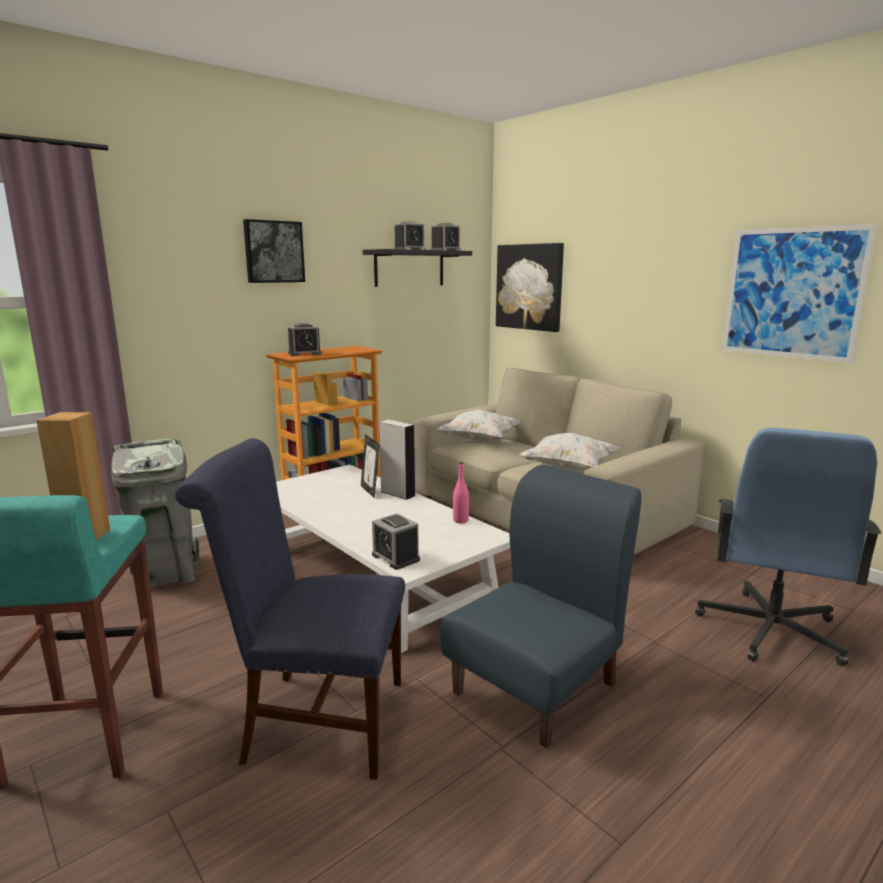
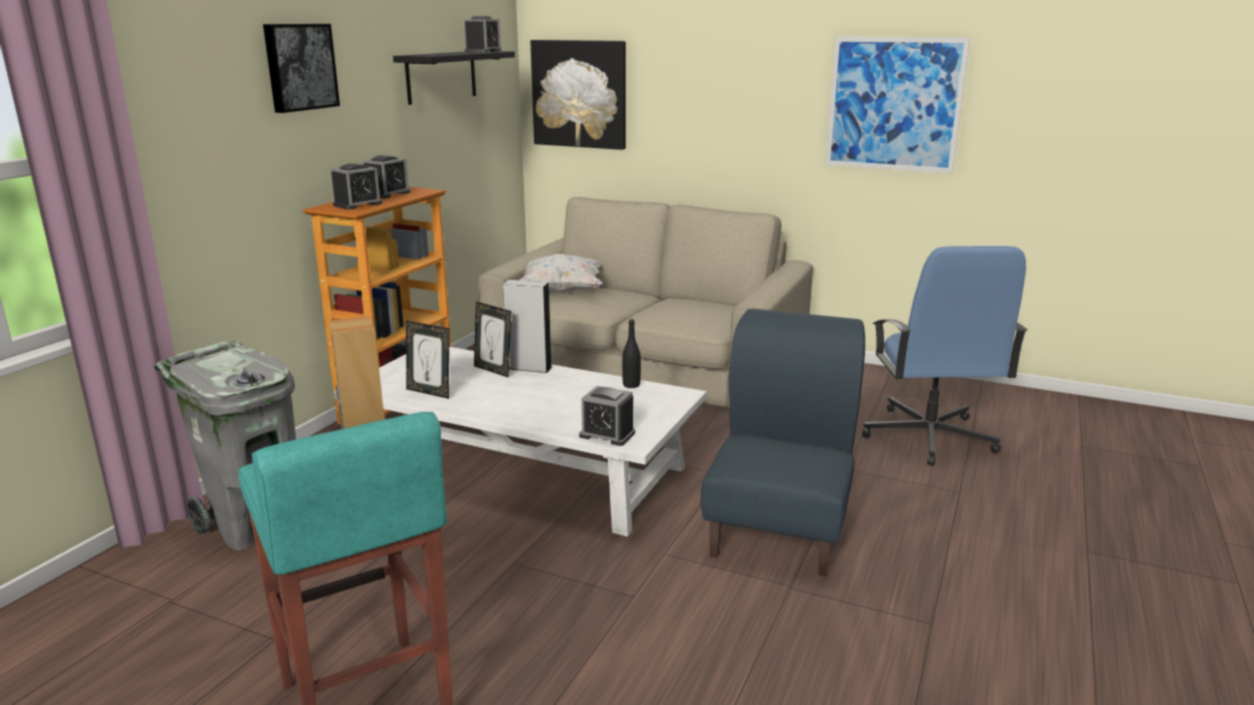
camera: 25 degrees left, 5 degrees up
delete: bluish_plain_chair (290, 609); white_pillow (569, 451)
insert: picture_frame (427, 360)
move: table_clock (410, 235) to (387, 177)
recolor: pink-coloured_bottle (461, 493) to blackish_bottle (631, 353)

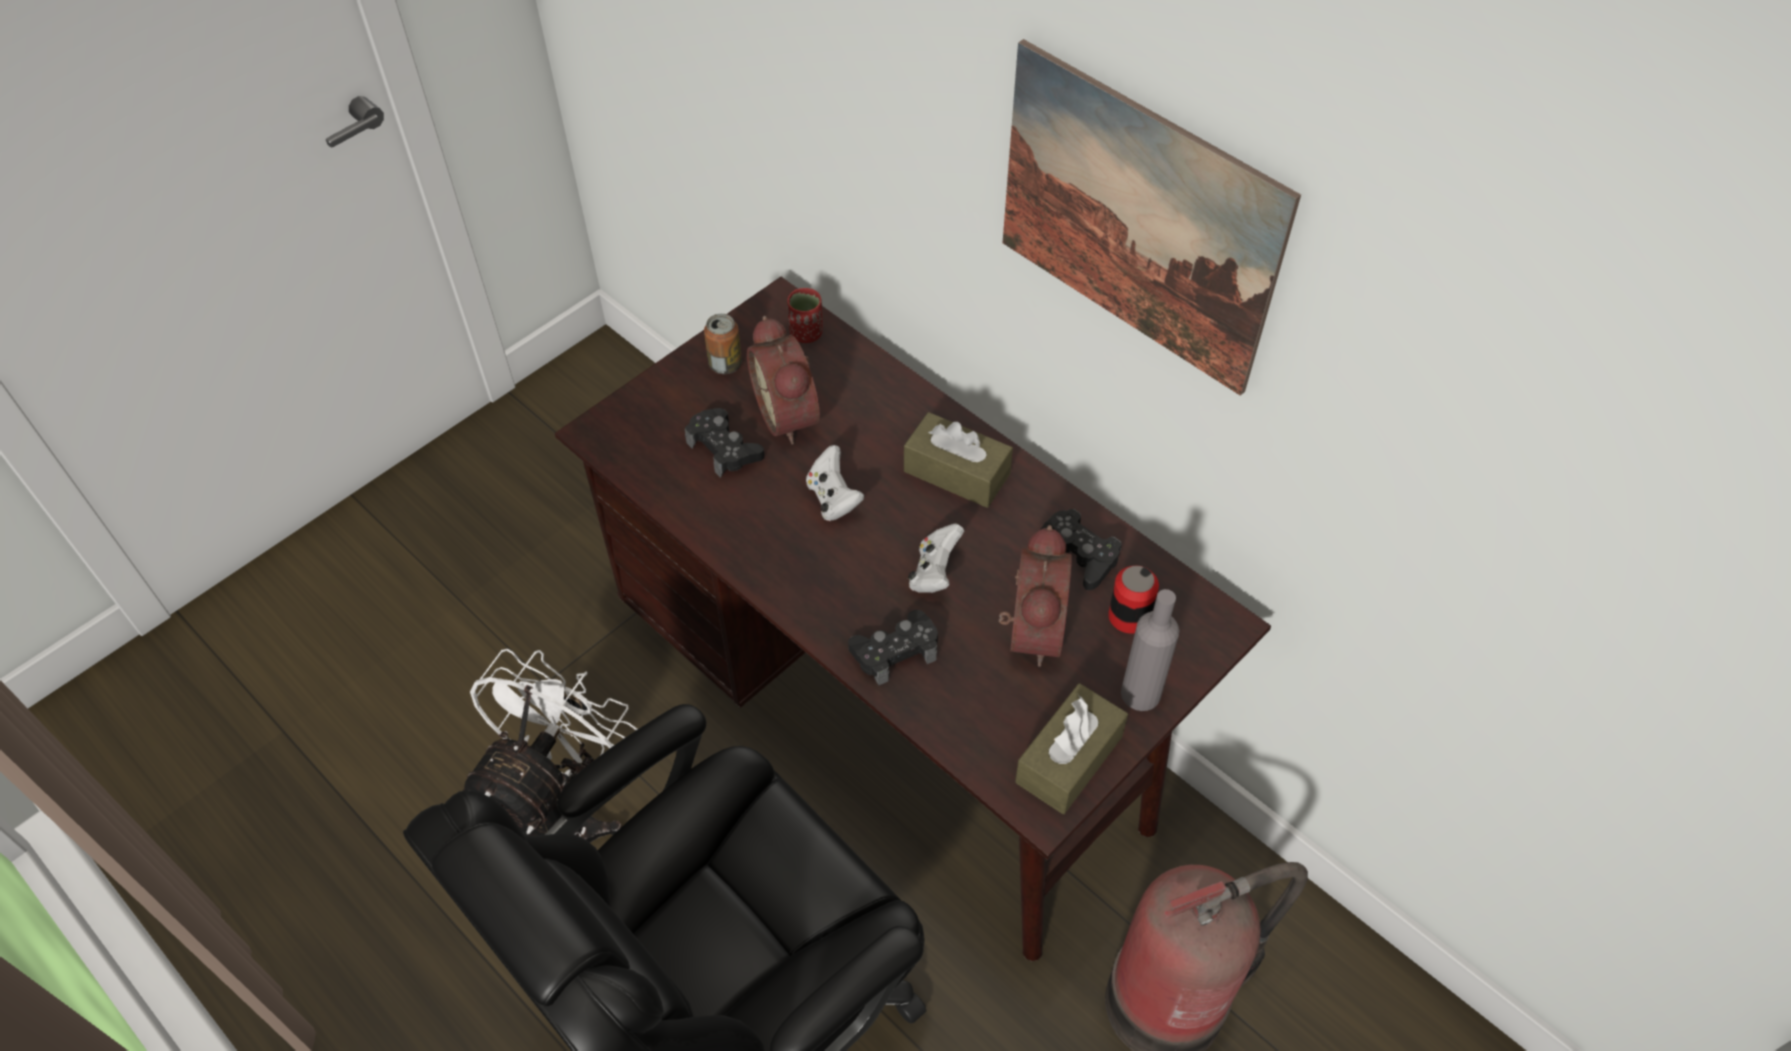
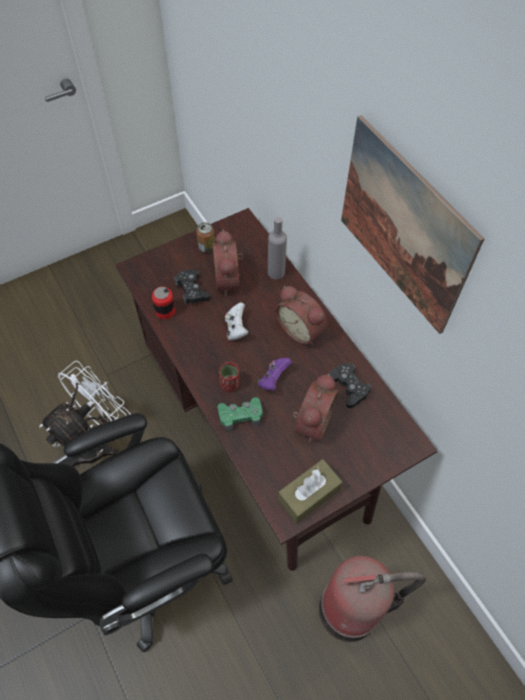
camera: 15 degrees right, 5 degrees up
move: sealed_can (1133, 600) to (163, 303); red-coloured_small_cup (805, 315) to (229, 377); gray_bottle (1150, 650) to (277, 248)
replace: brown-coloured_tissue_box (958, 460) to table_clock (301, 315)
recolor: blackish_joypad (893, 647) to greenish_joypad (240, 414); white_joypad (936, 558) to purple_joypad (274, 374)

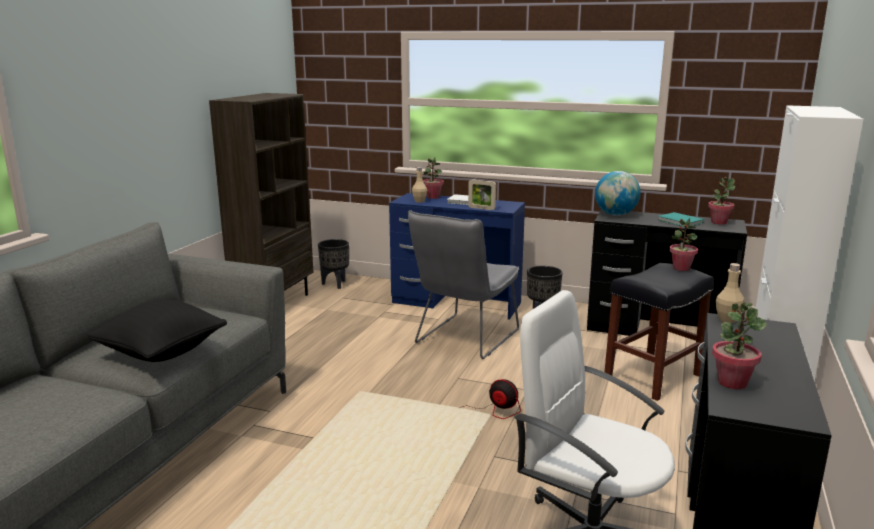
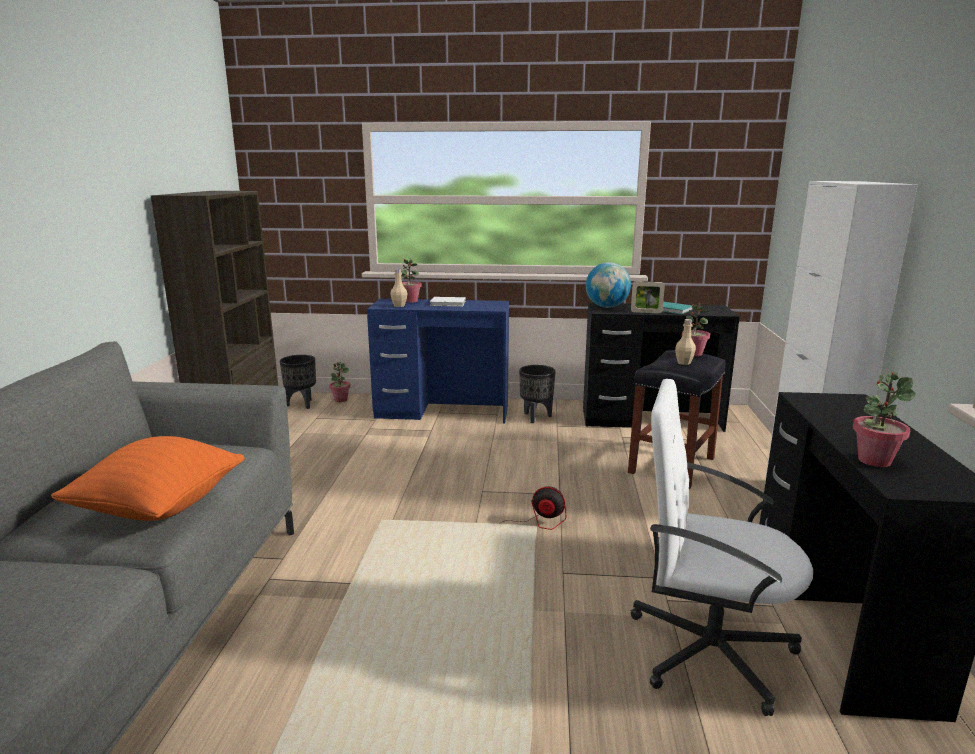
camera: 15 degrees left, 0 degrees up
delete: gray_plain_chair (463, 284)
move: plant_in_a_pot (721, 201) to (340, 382); picture_frame (482, 194) to (648, 297); beige-coloured_bottle (730, 293) to (685, 342)
recolor: blackish_pillow (157, 330) to orangey_pillow (148, 478)

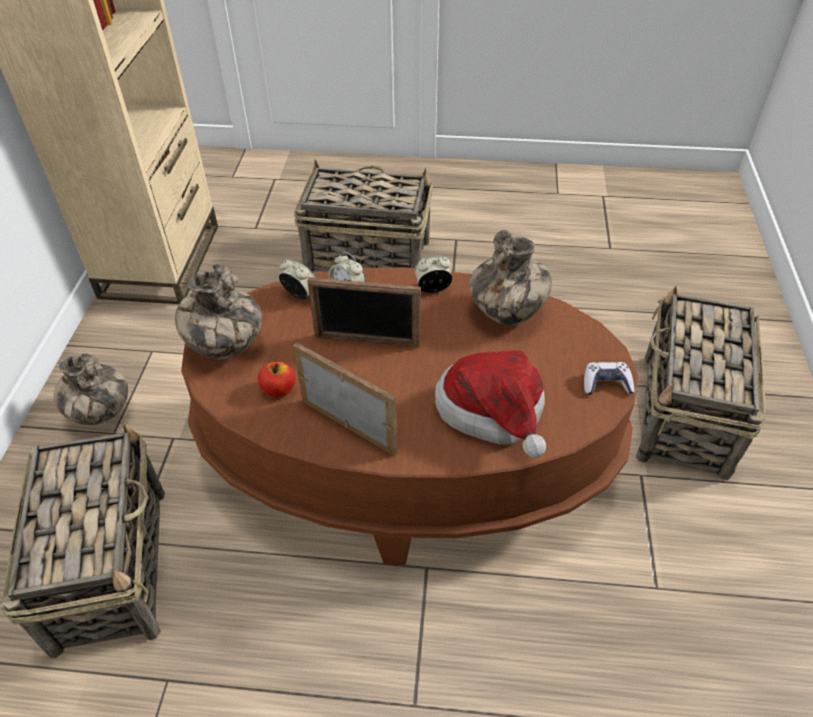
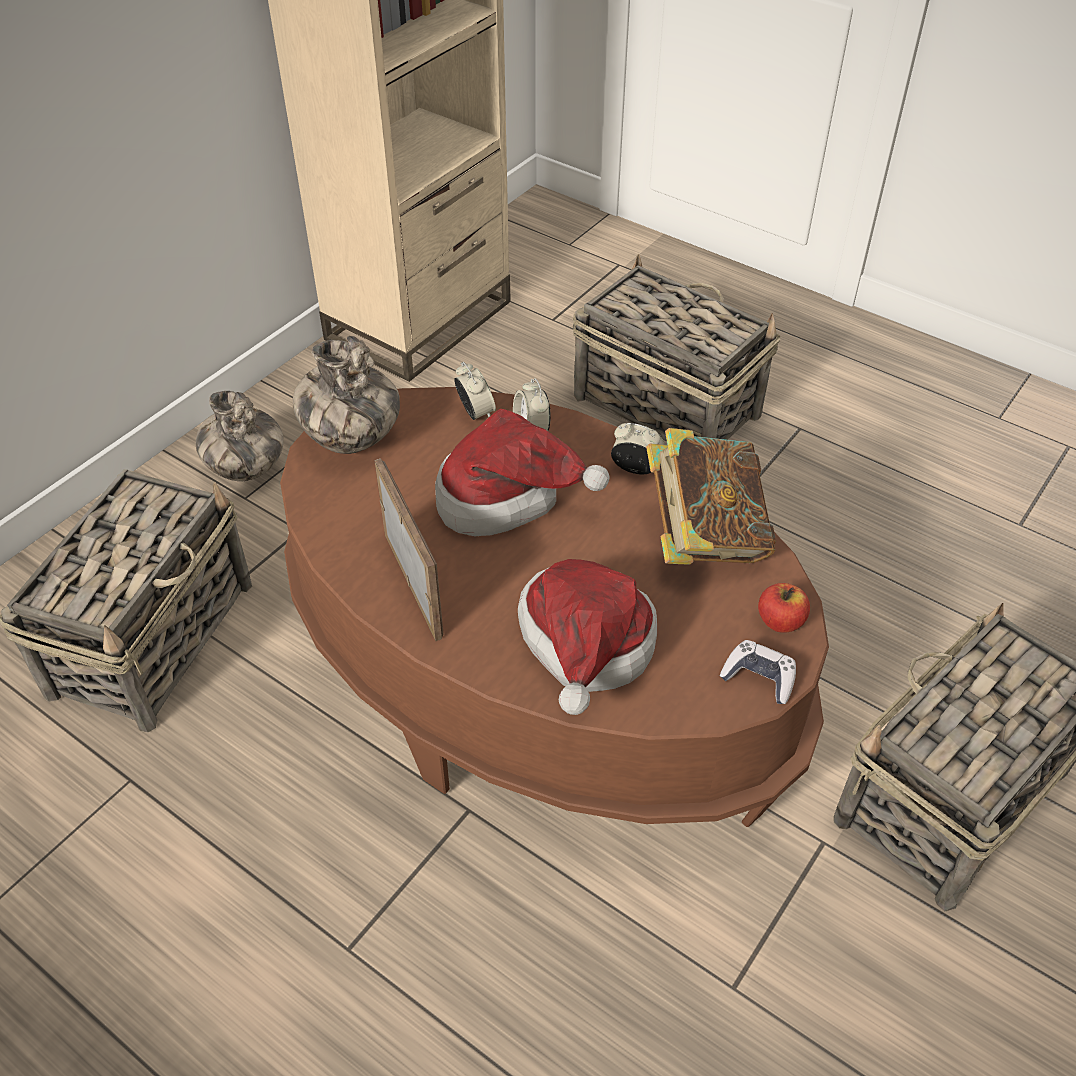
camera: 30 degrees right, 0 degrees up
move: whole_apple (276, 380) to (784, 608)
replace: picture_frame (364, 312) to clothing_hat (522, 473); decorative_vase (510, 277) to book (711, 496)

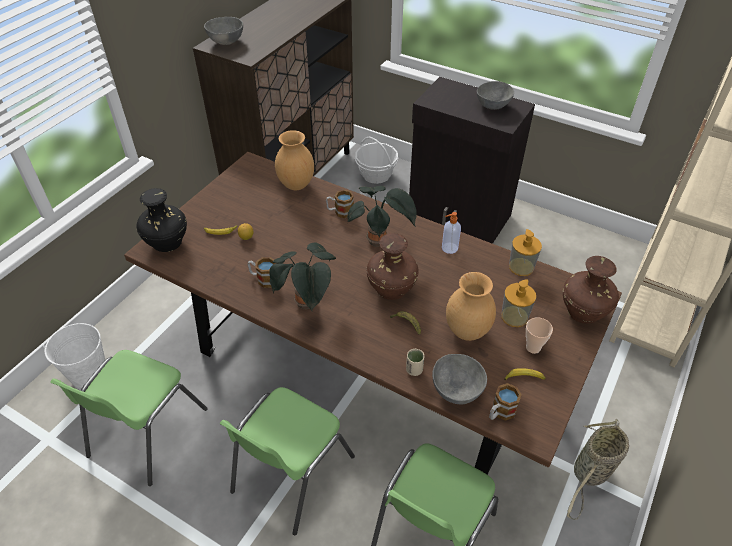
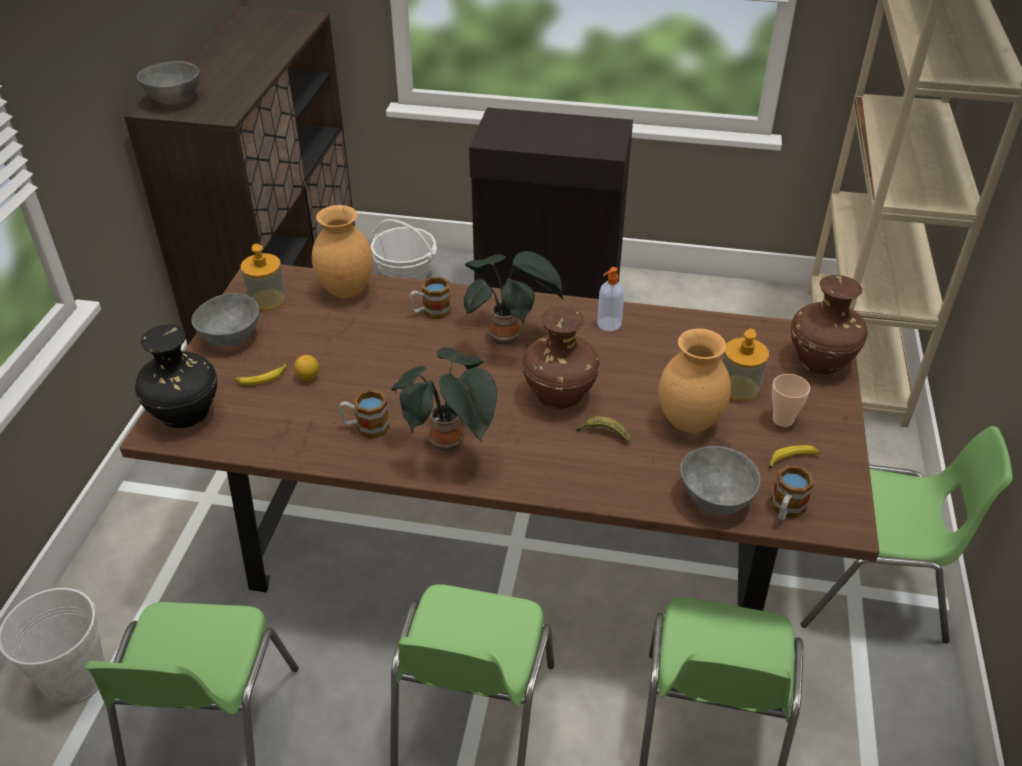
camera: 20 degrees left, 5 degrees down
delete: beige-coloured_small_cup (415, 362)
move: gray_serving_bowl (495, 95) to (225, 319); soap_dispenser (525, 252) to (263, 277)
replace: household_basket (598, 469) to greenish_plain_chair (907, 535)

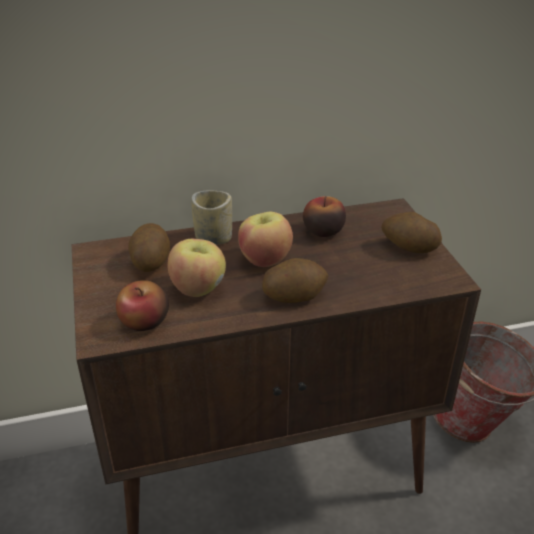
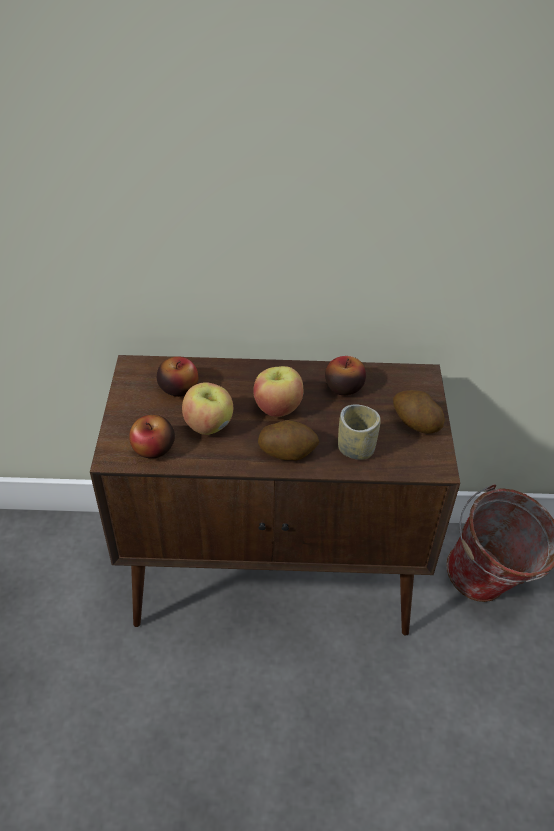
camera: 15 degrees right, 10 degrees up
move: small_cup (211, 217) to (359, 432)
replace: spud (149, 247) to whole_apple (177, 376)

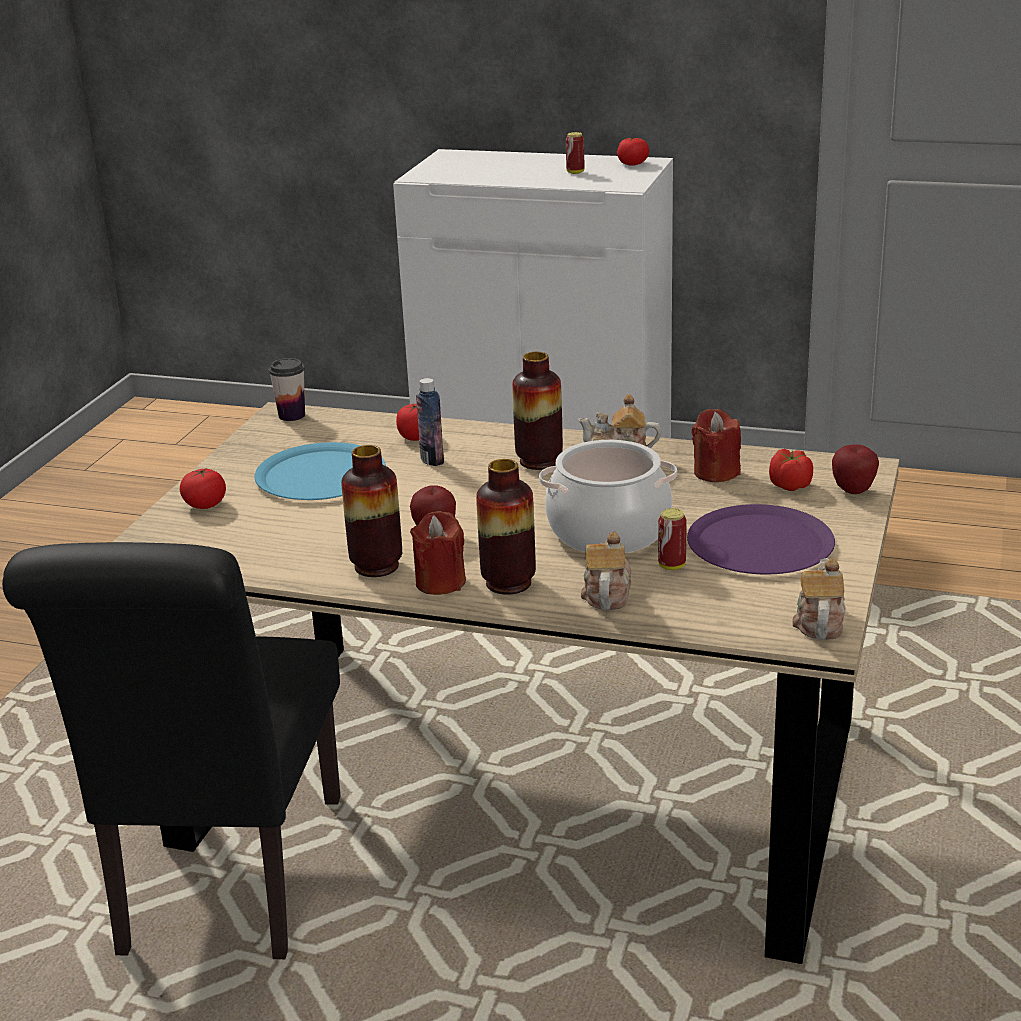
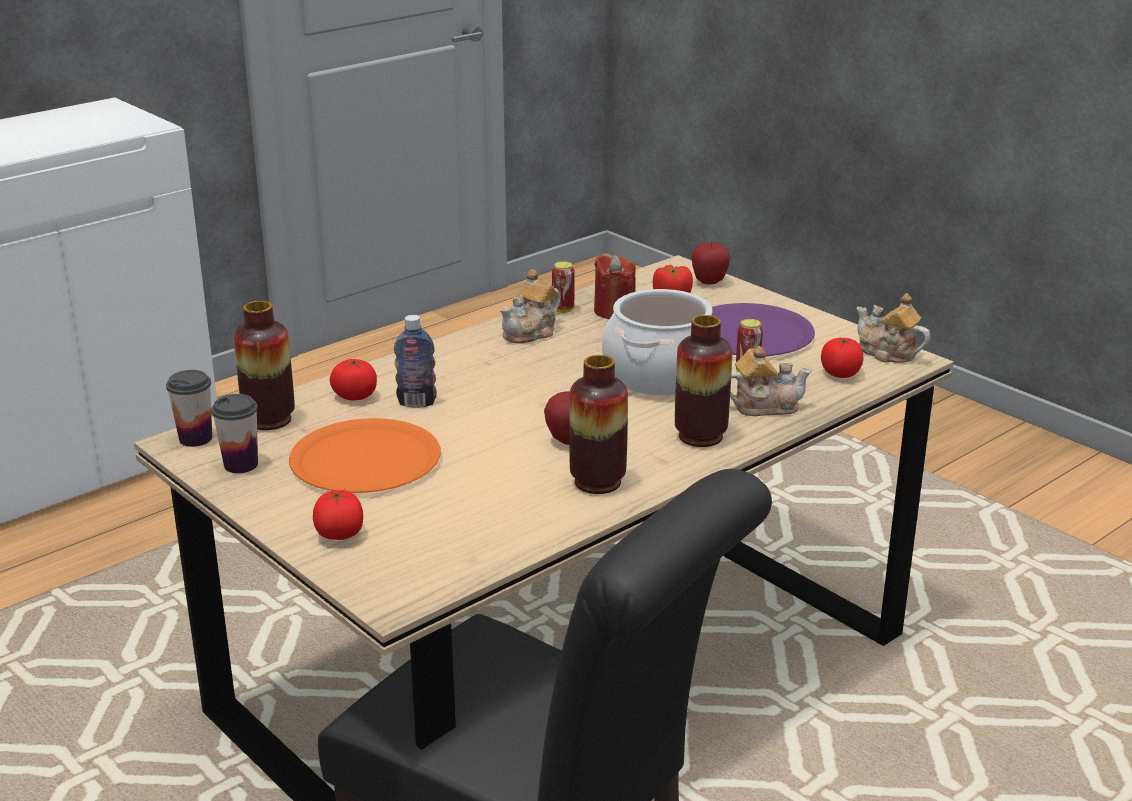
camera: 60 degrees left, 0 degrees up
delete: red-coloured_wax_light (438, 553)
insert: small_cup (234, 433)
move: decorative_vase (537, 411) to (264, 365); sealed_can (575, 153) to (563, 287); tomato (633, 151) to (842, 358)
recolor: bluish_plate (320, 471) to orangey_plate (365, 455)
rotate: teapot (606, 571) = (771, 381) 135 degrees clockwise

